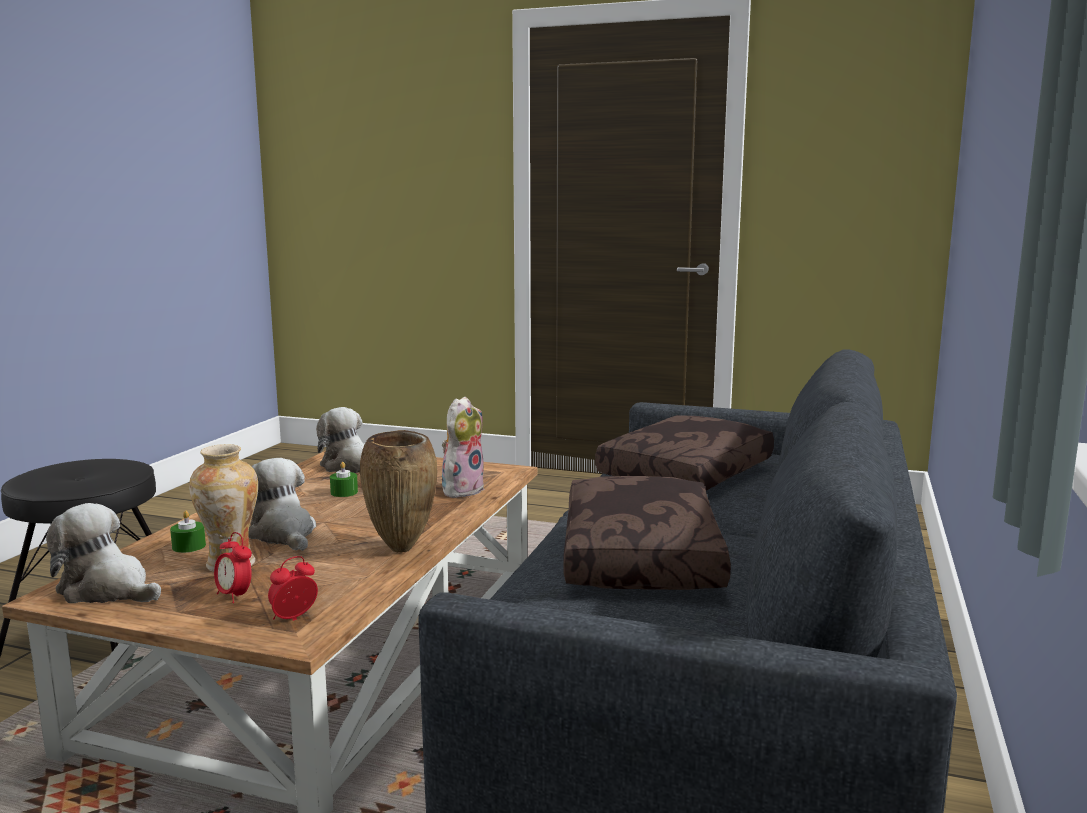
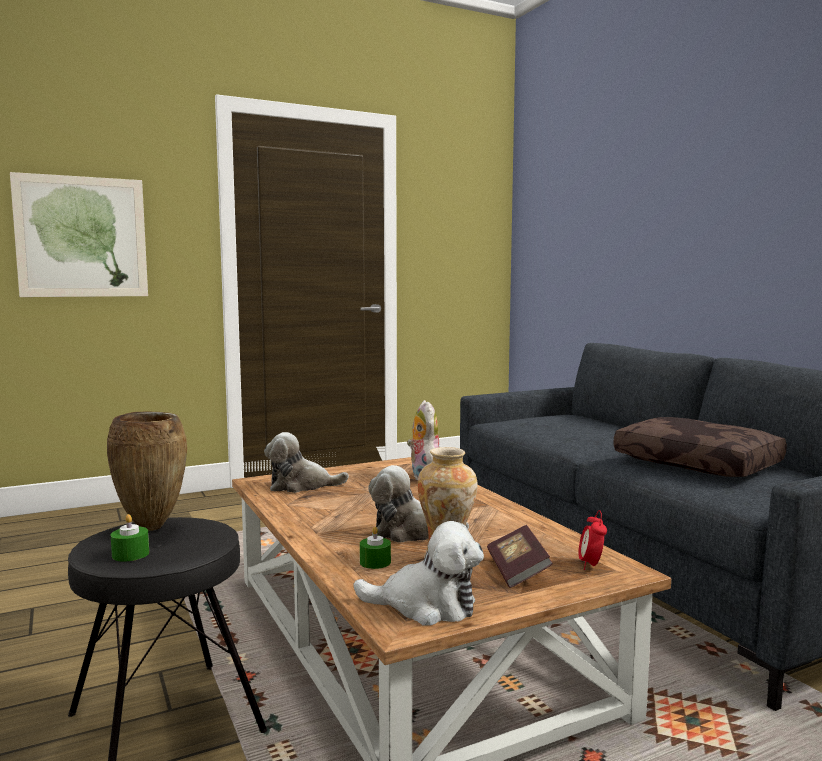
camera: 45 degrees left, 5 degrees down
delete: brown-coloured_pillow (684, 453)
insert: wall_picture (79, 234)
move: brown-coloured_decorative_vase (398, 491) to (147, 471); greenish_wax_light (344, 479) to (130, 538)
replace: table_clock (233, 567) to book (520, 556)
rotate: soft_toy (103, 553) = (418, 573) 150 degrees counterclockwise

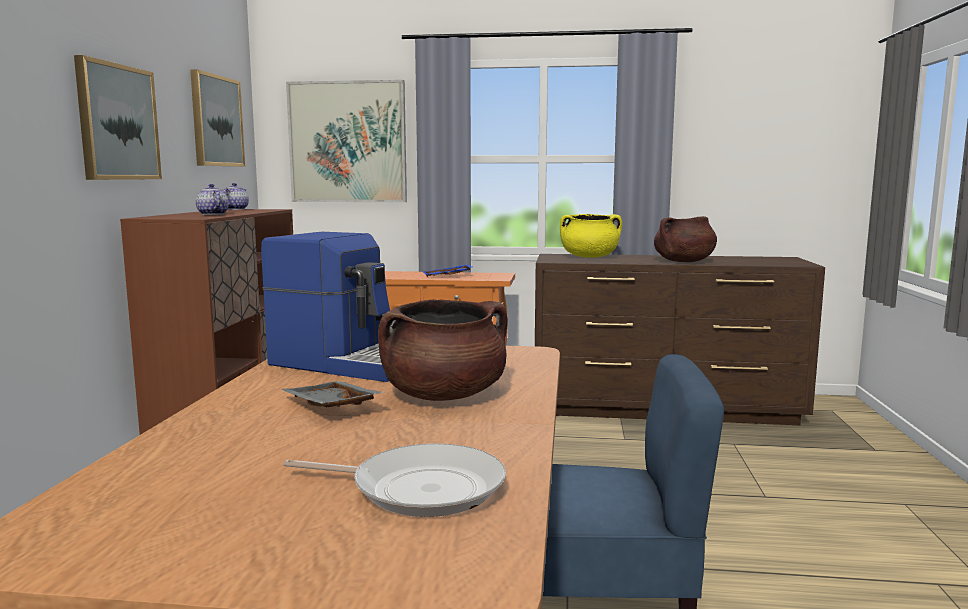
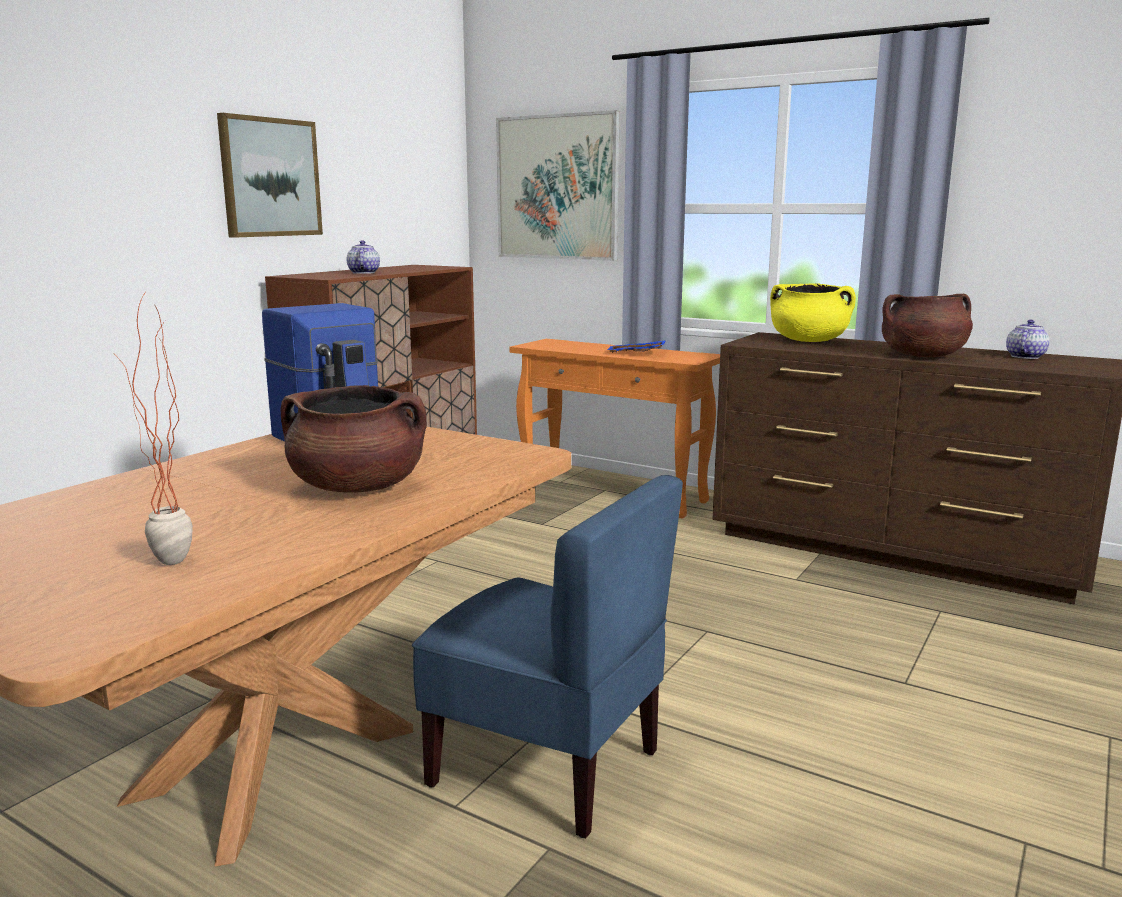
camera: 25 degrees right, 5 degrees up
delete: wall_picture (217, 118); gray_serving_tray (333, 394)
move: teapot (236, 196) to (1028, 339)
replace: skillet (394, 480) to plant_in_a_pot (154, 429)

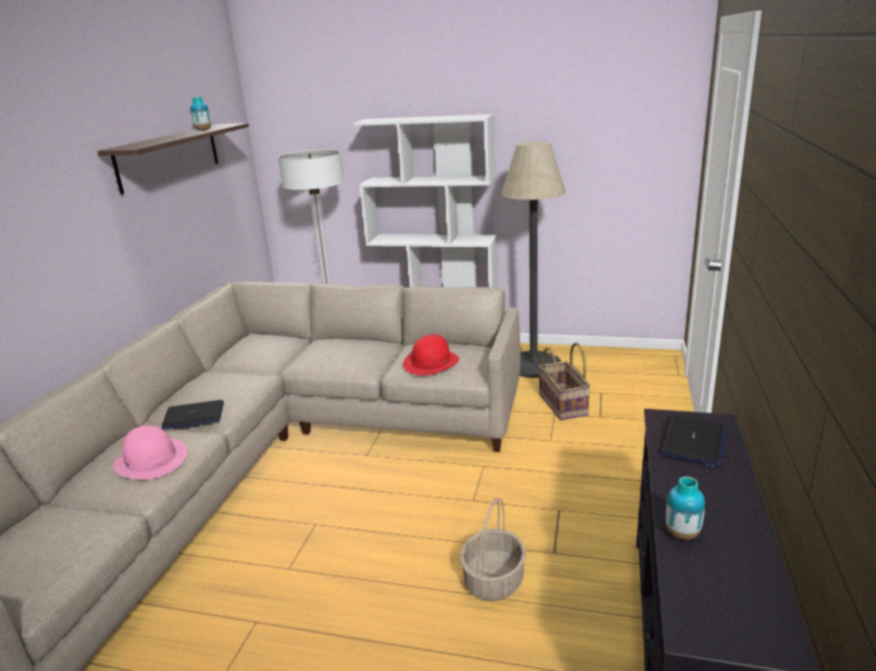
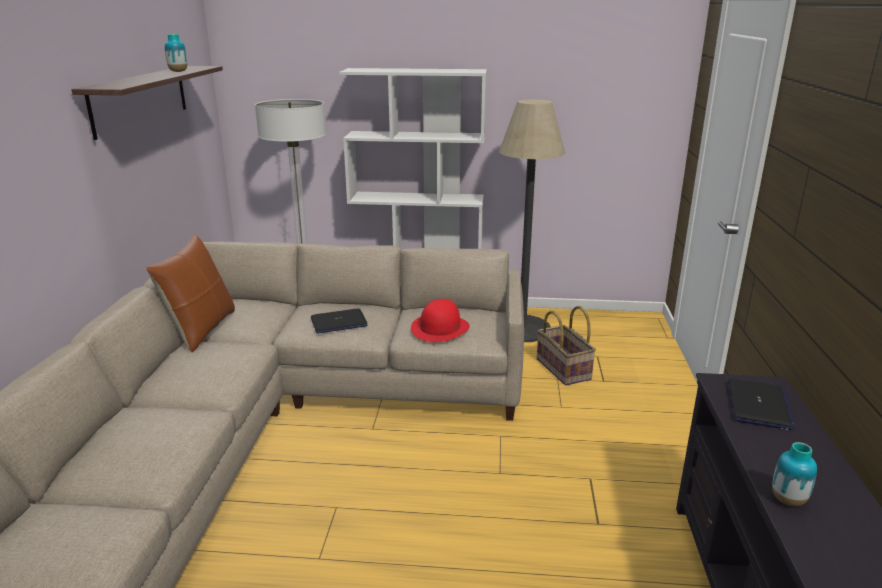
camera: 10 degrees left, 0 degrees up
delete: pink-coloured_clothing_hat (150, 452); household_basket (493, 549)
insert: brown-coloured_pillow (190, 293)
move: portable_computer (193, 415) to (339, 321)

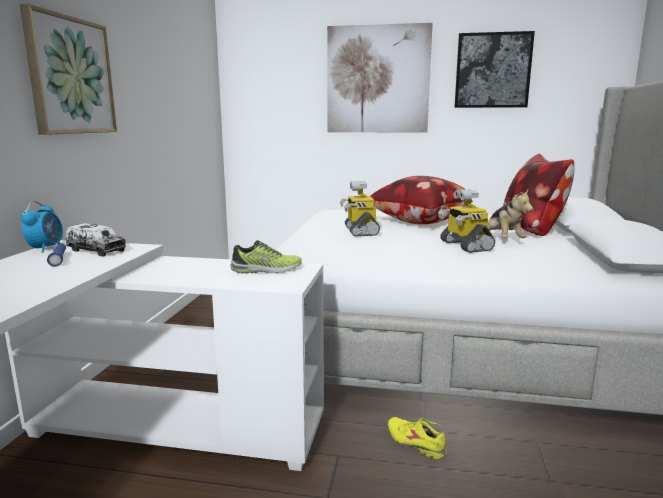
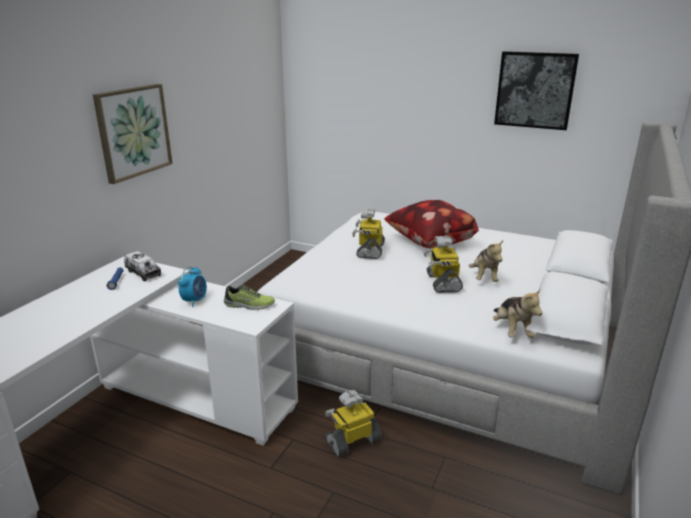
camera: 15 degrees right, 10 degrees up
delete: wall_picture (380, 78); pillow (539, 194)
insert: soft_toy (517, 313)
move: table_clock (42, 227) to (192, 286)
replace: yellowish_shoe (417, 438) to robot_figure (353, 423)

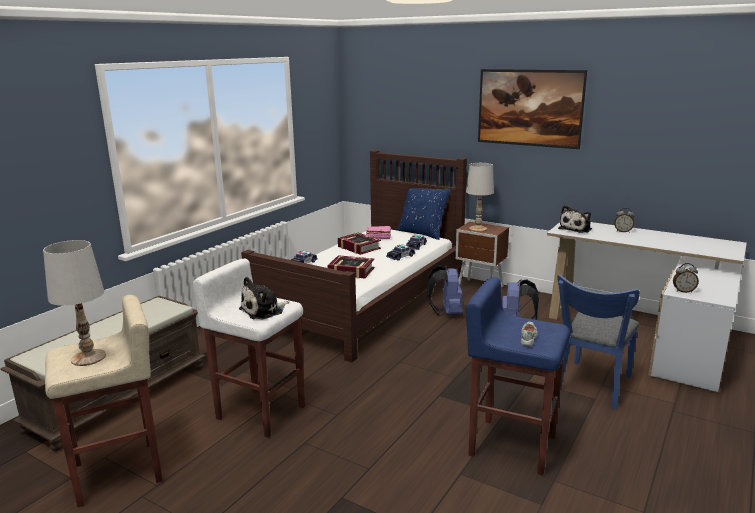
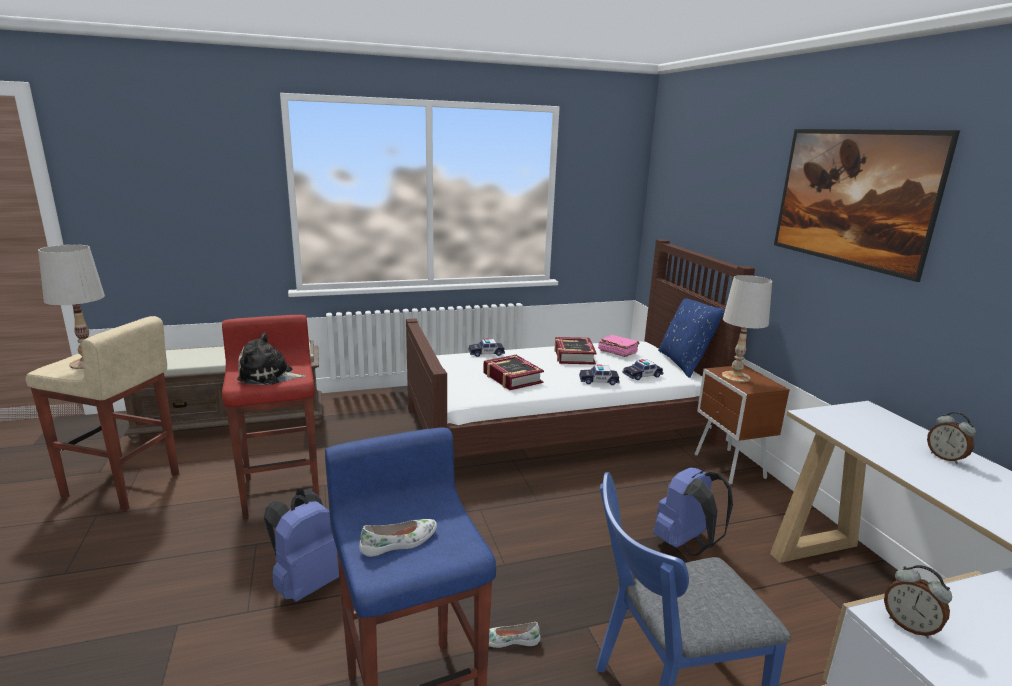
camera: 40 degrees right, 0 degrees up
delete: soft_toy (575, 219)
insert: white_shoe (515, 635)
move: bluish_rucksack (445, 290) to (301, 545)
recolor: white_sitting_stool (249, 348) to red-coloured_sitting_stool (270, 417)

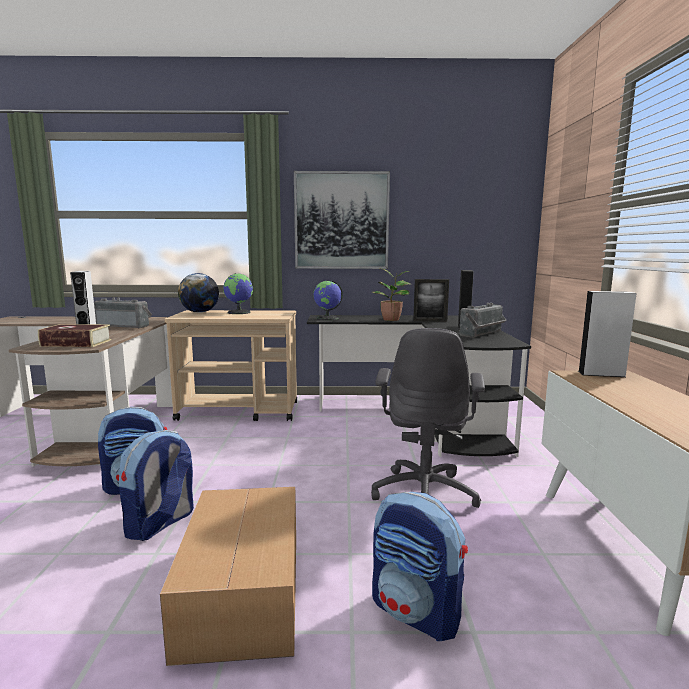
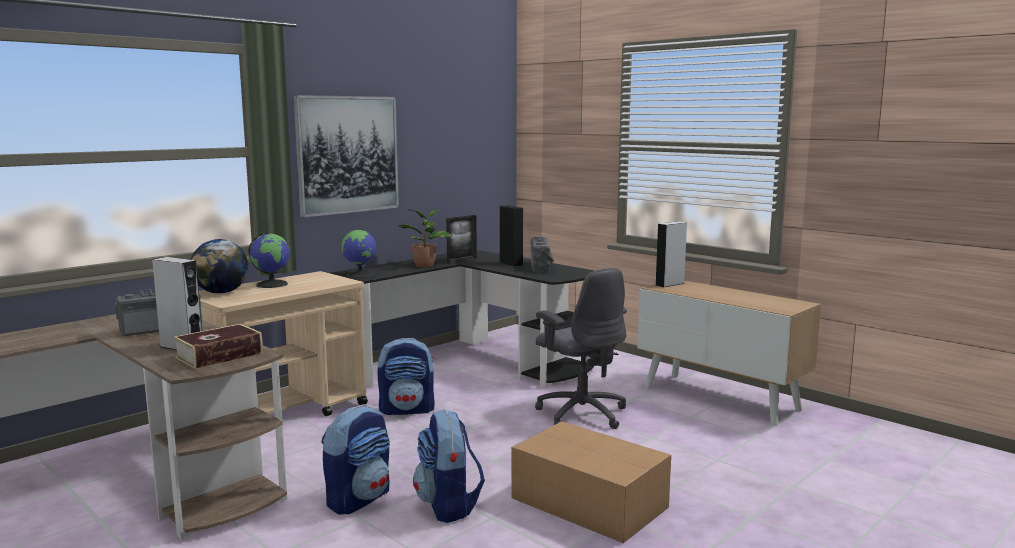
camera: 45 degrees left, 0 degrees up
move: rucksack (420, 566) to (406, 376)

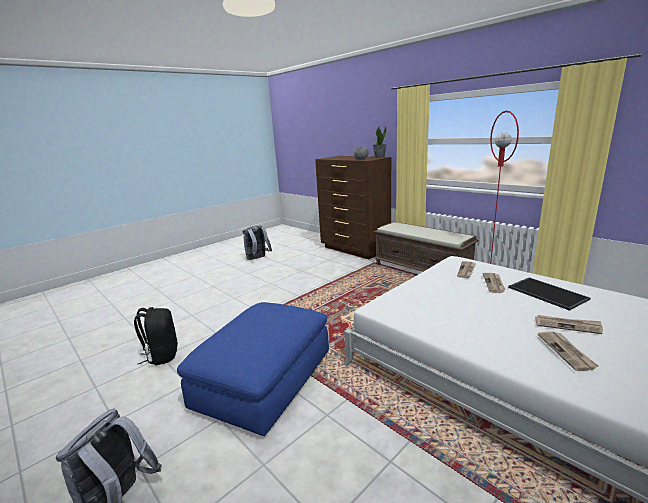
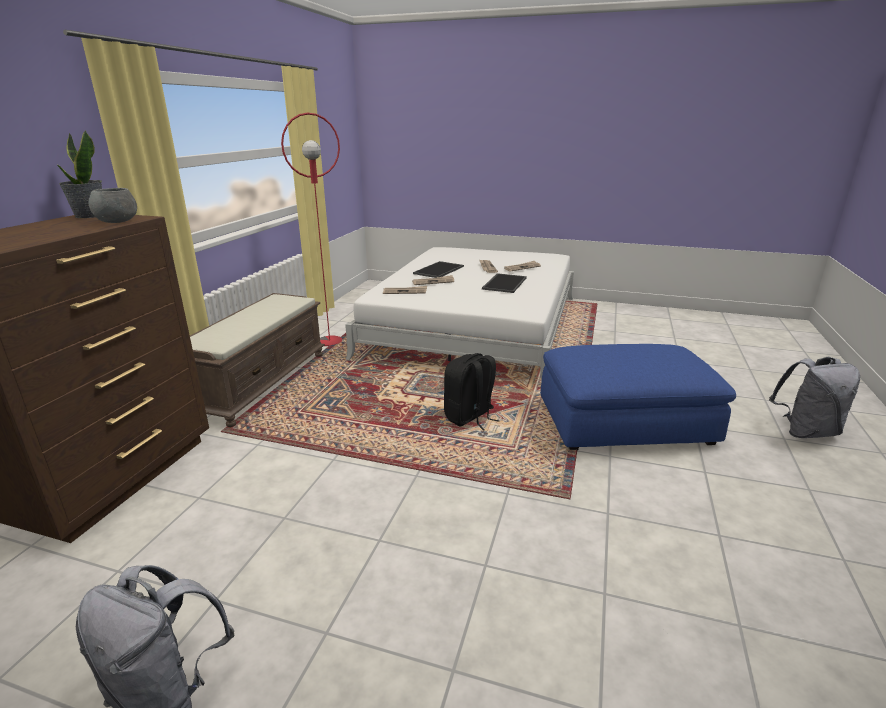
camera: 120 degrees left, 5 degrees up
insert: serving_tray (504, 283)
move: blackish_rucksack (156, 336) to (472, 392)

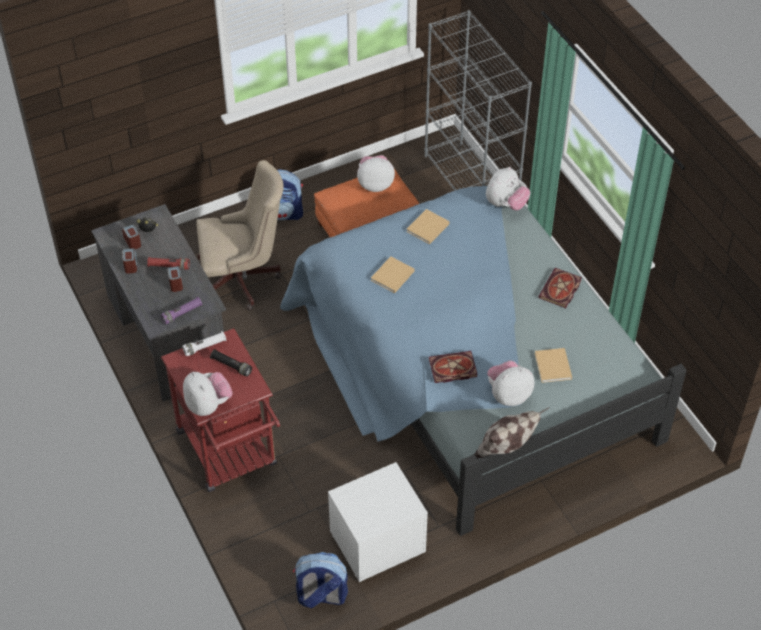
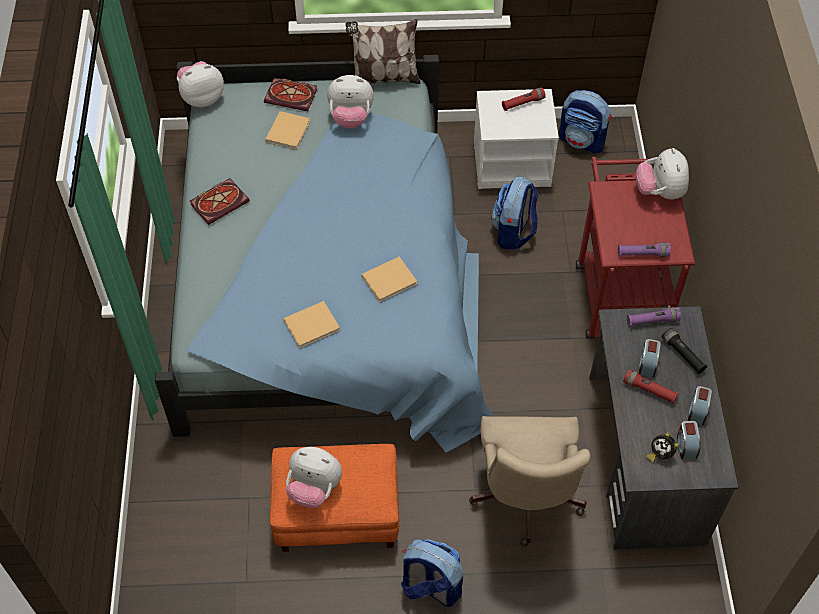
camera: 155 degrees left, 5 degrees up
delete: gray_shelving_unit (478, 100)
insert: rucksack (514, 213); red-coloured_flashlight (524, 99)
move: soft_toy (508, 188) to (200, 84); book (453, 367) to (290, 94); blackish_flashlight (231, 362) to (685, 351)
recolor: white_flashlight (204, 343) to purple_flashlight (644, 250)
rotate: beige-coloured_desk_chair (240, 235) = (530, 481) 105 degrees counterclockwise

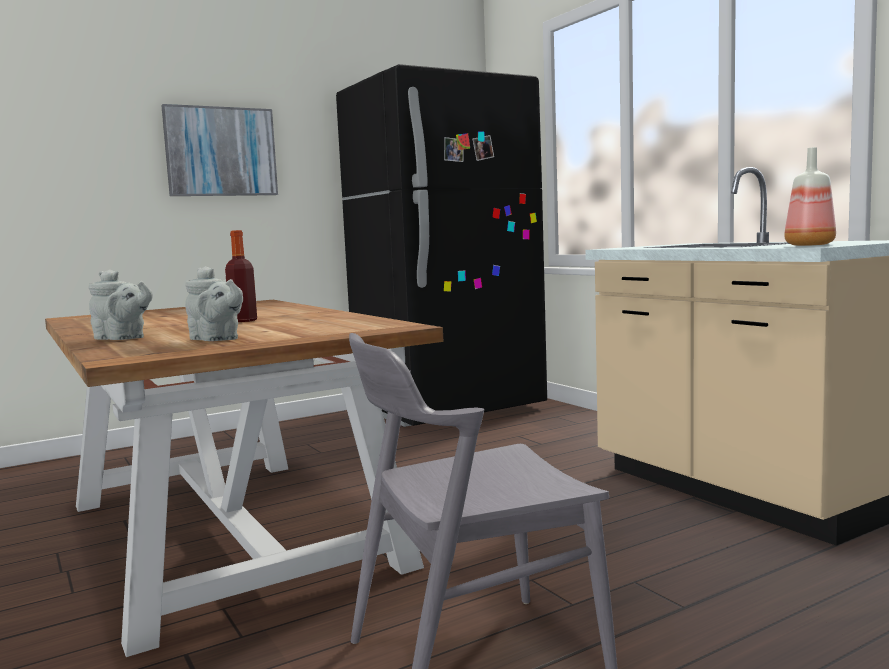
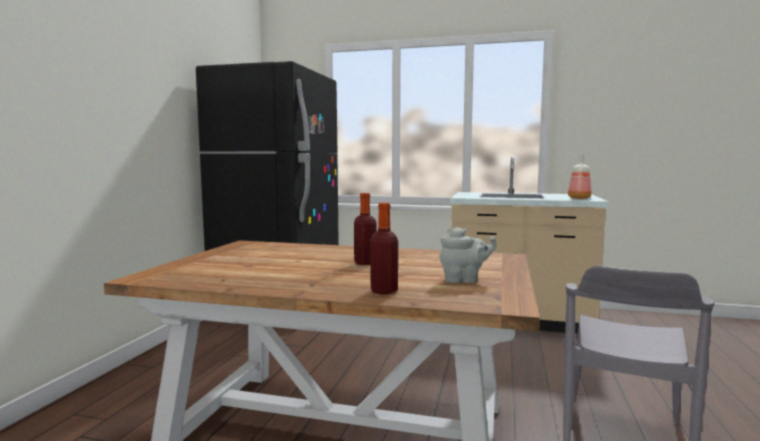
camera: 45 degrees left, 0 degrees up
delete: wall_picture (219, 150)
replace: gray_teapot (121, 304) to bottle (384, 248)

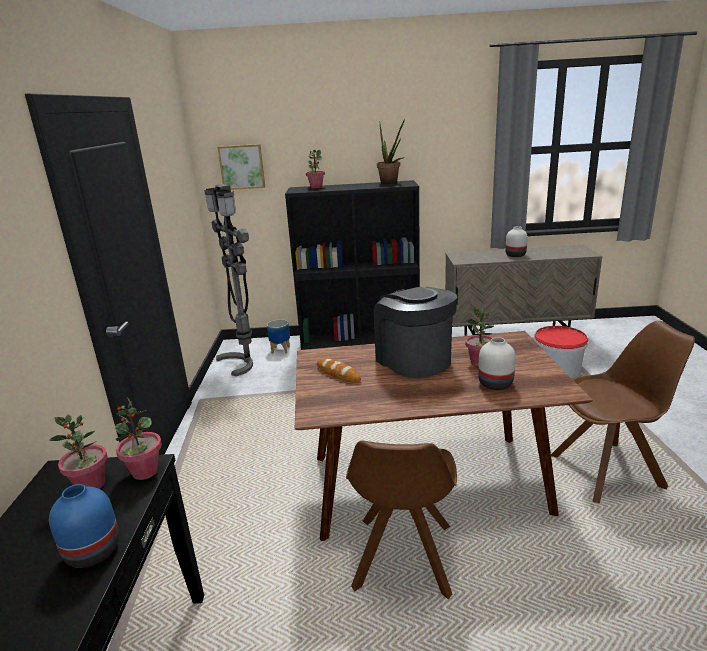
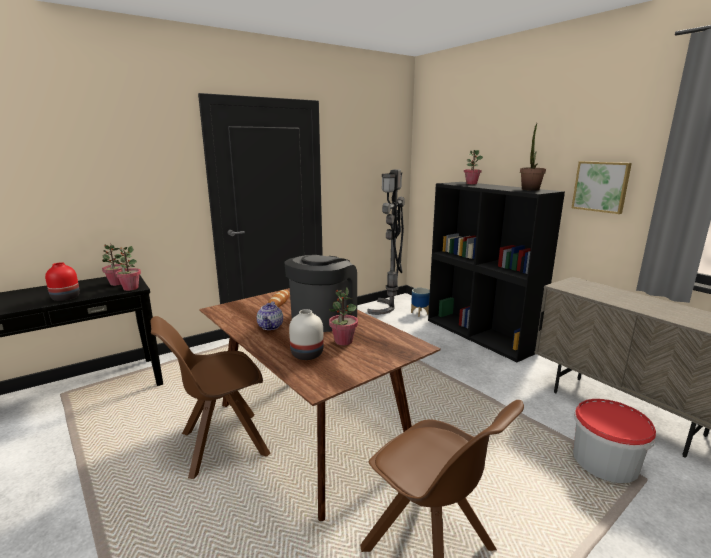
camera: 55 degrees right, 5 degrees down
delete: white_decorative_vase (516, 241)
insert: teapot (270, 315)
move: wall_picture (241, 167) to (602, 187)
recolor: bluish_decorative_vase (84, 526) to red-coloured_decorative_vase (62, 281)

